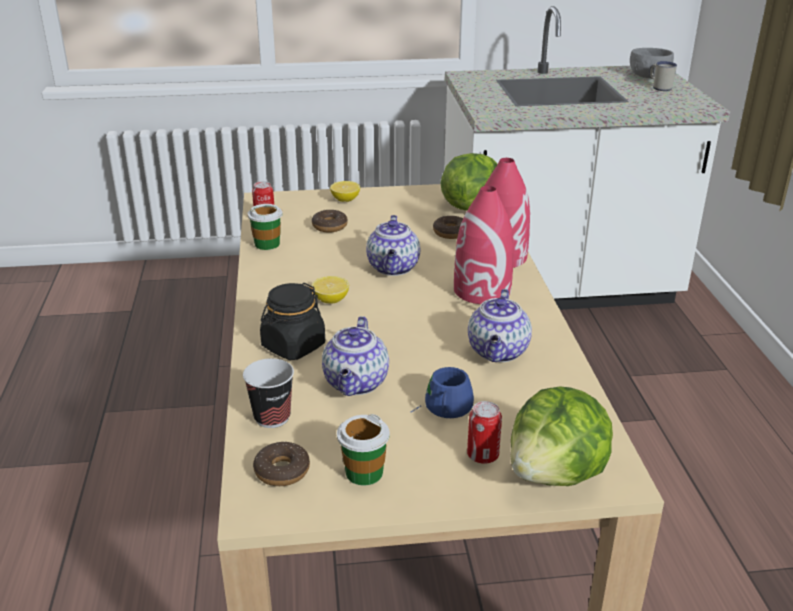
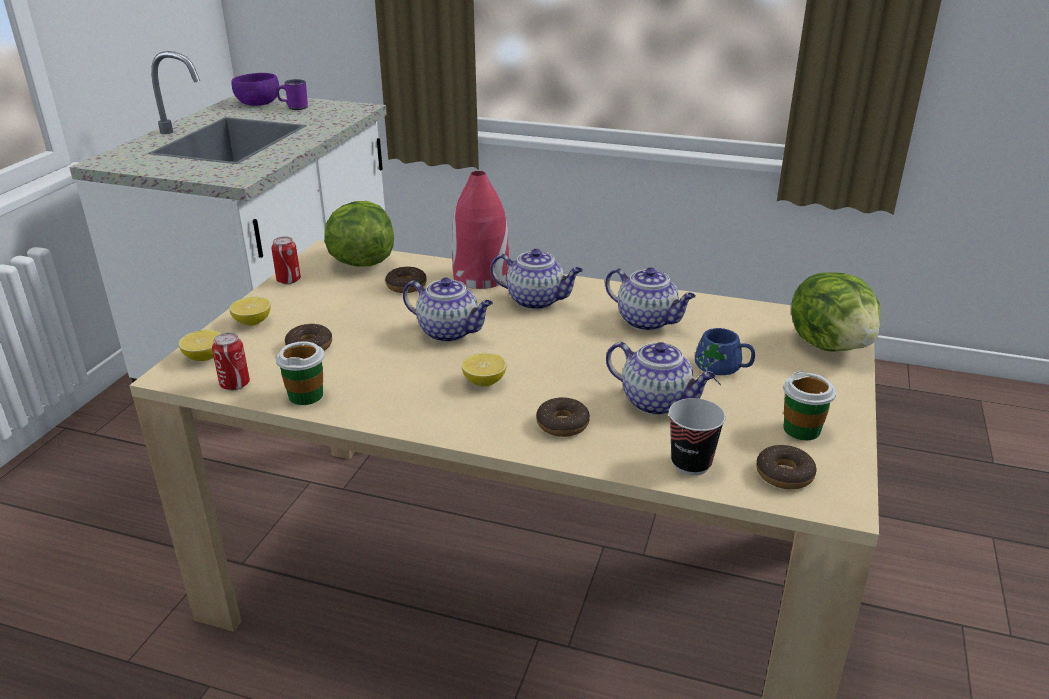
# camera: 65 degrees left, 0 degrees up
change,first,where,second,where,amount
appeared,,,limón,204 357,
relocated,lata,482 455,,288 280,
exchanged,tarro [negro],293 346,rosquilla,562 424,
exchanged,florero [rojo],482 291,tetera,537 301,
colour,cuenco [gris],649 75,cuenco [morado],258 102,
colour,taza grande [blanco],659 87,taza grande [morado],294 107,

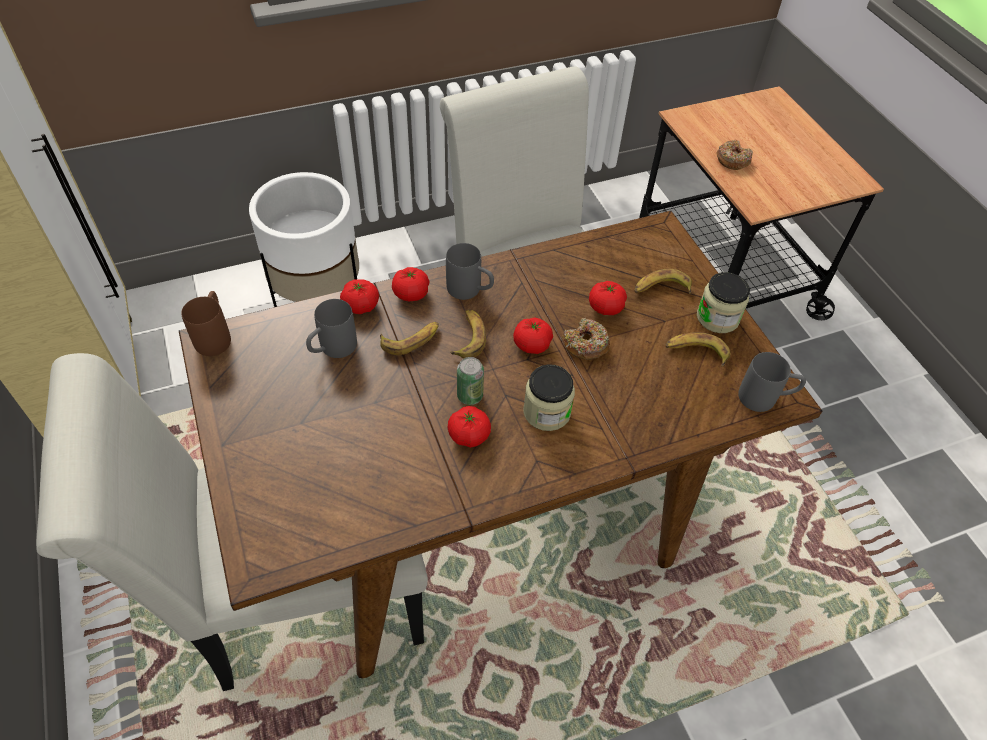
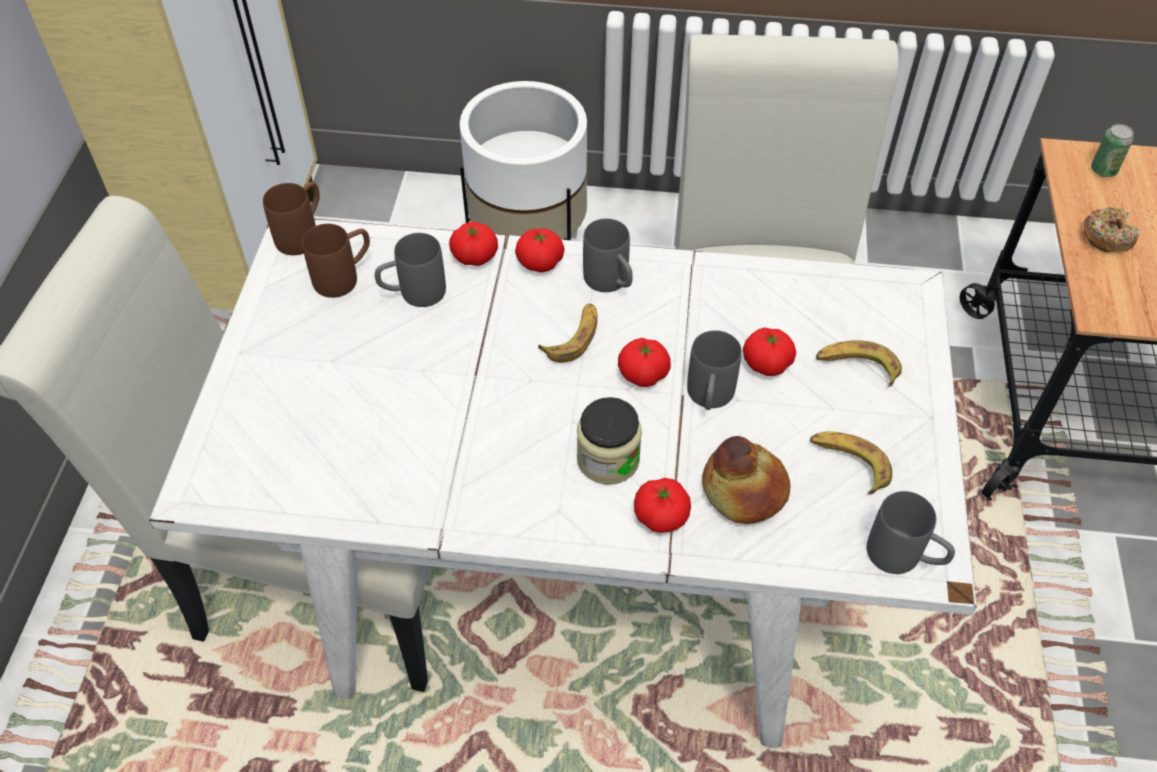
# camera: 30 degrees right, 0 degrees up
change,first,where,second,where,amount
missing,plátano,411 340,,,
missing,tarro,717 318,,,
appeared,,,taza grande [marrón],344 277,
appeared,,,pan,743 491,
relocated,tomate,469 435,,661 516,
relocated,lata,470 396,,1103 170,
exchanged,rosquilla,585 345,taza grande [gris],709 399,
colour,mesa de comedor [marrón],485 515,mesa de comedor [blanco],578 579,

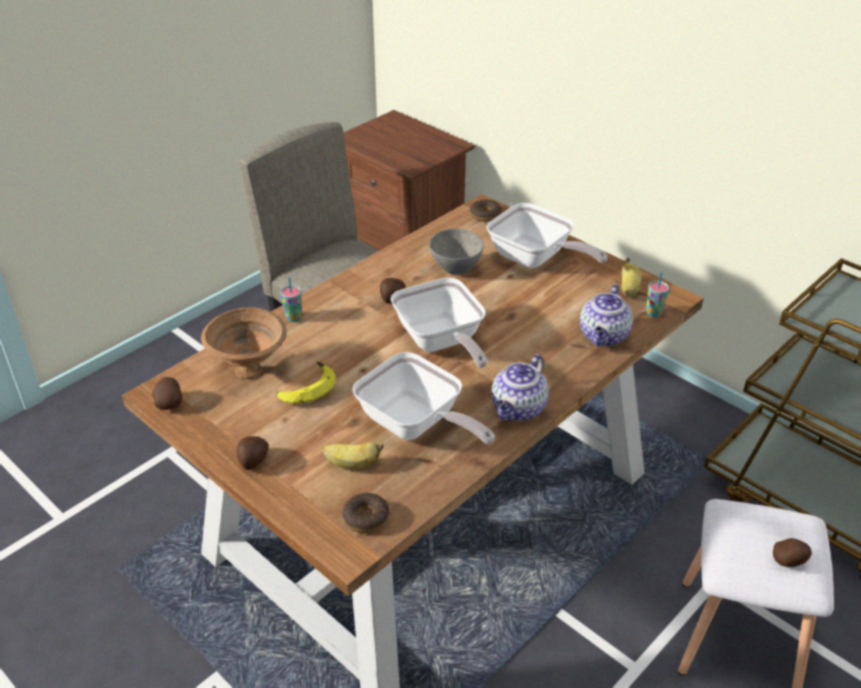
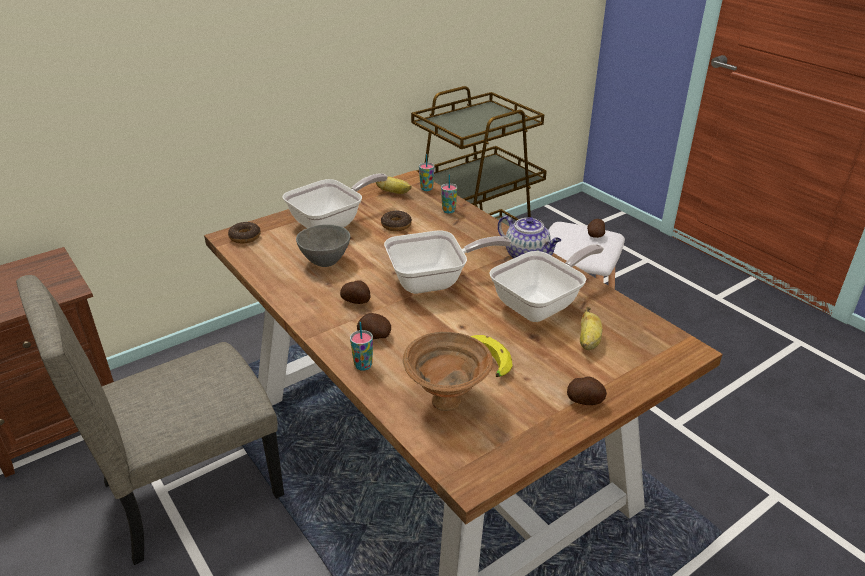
# camera: 80 degrees left, 5 degrees down
change,first,where,second,where,amount
relocated,patata,169 403,,374 336,
relocated,rosquilla,366 518,,396 225,
exchanged,tetera,604 337,taza,448 211,

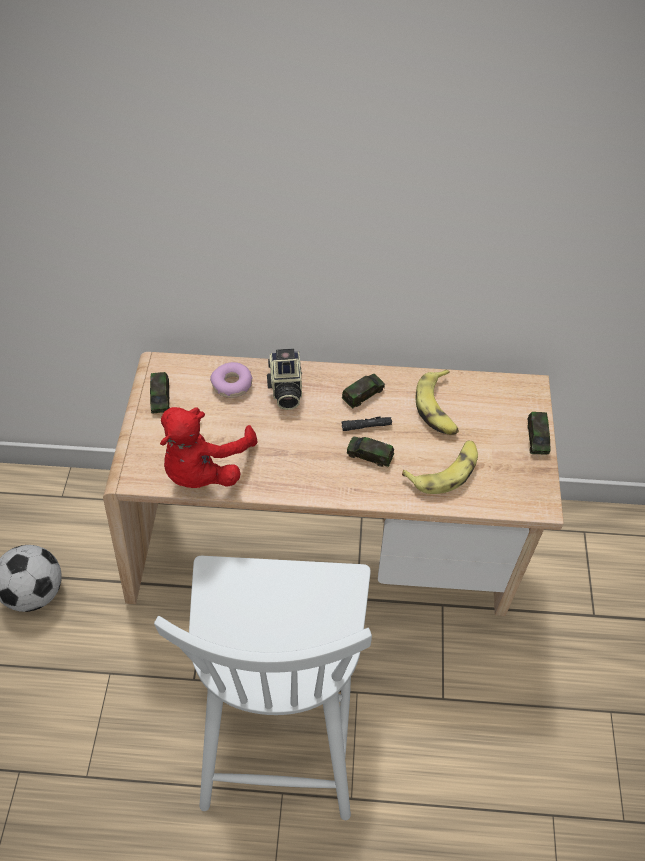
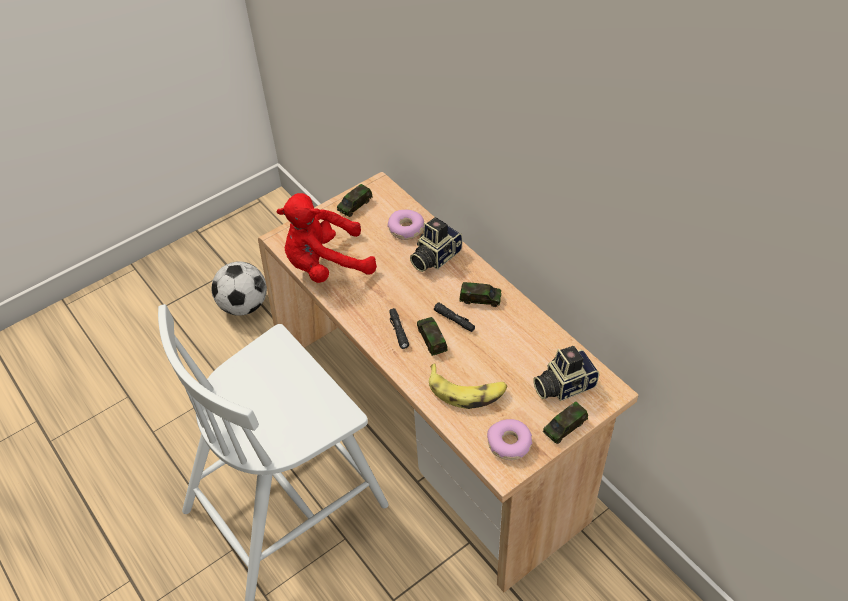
# camera: 50 degrees right, 5 degrees down
change,first,where,second,where,amount
missing,plátano,438 408,,,
appeared,,,linterna [negro],398 331,
appeared,,,rosquilla,509 444,
appeared,,,cámara,563 385,

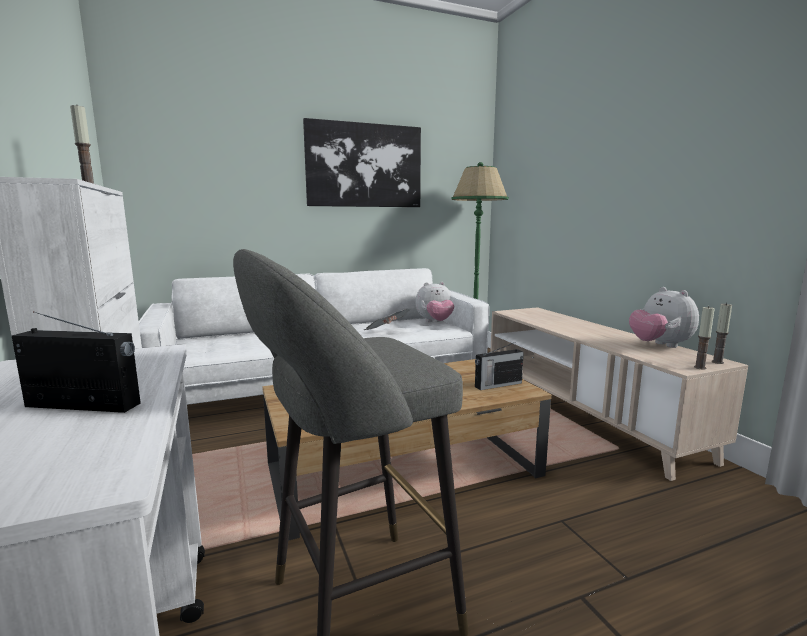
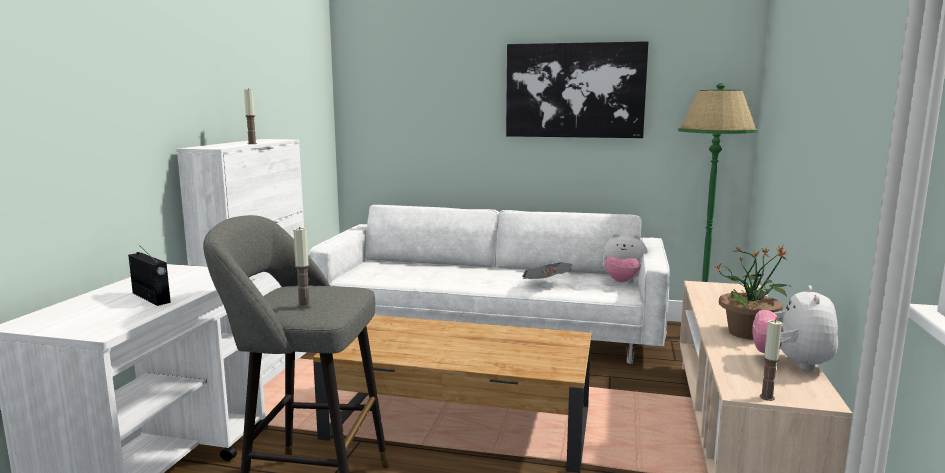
# camera: 35 degrees right, 0 degrees up
change,first,where,second,where,amount
missing,radio,497 385,,,
appeared,,,planta en maceta,748 333,
relocated,vela,717 362,,304 305,

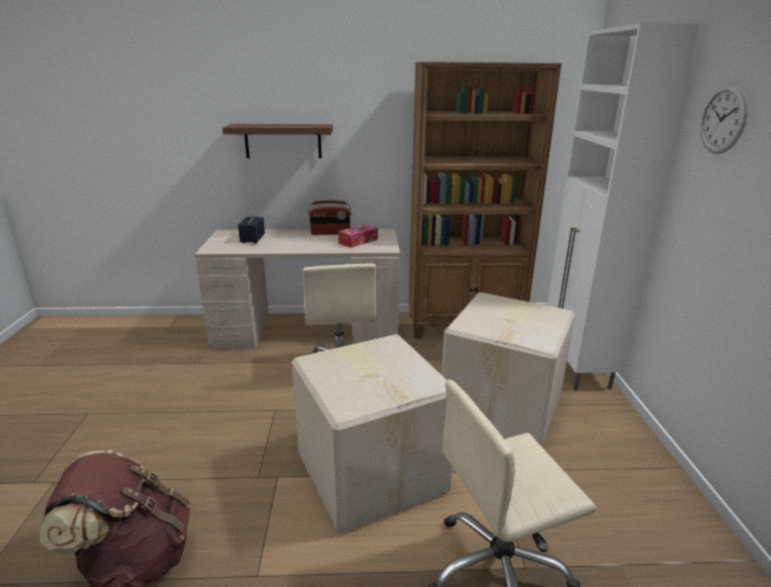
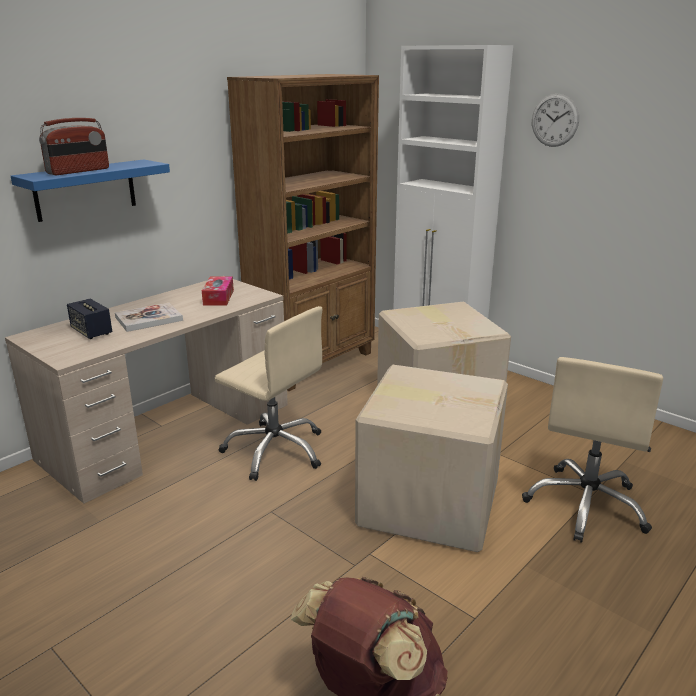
# camera: 45 degrees left, 0 degrees up
change,first,where,second,where,amount
appeared,,,libro,149 319,
relocated,radio,330 233,,78 171,
colour,estante [marrón],283 141,estante [azul],85 190,

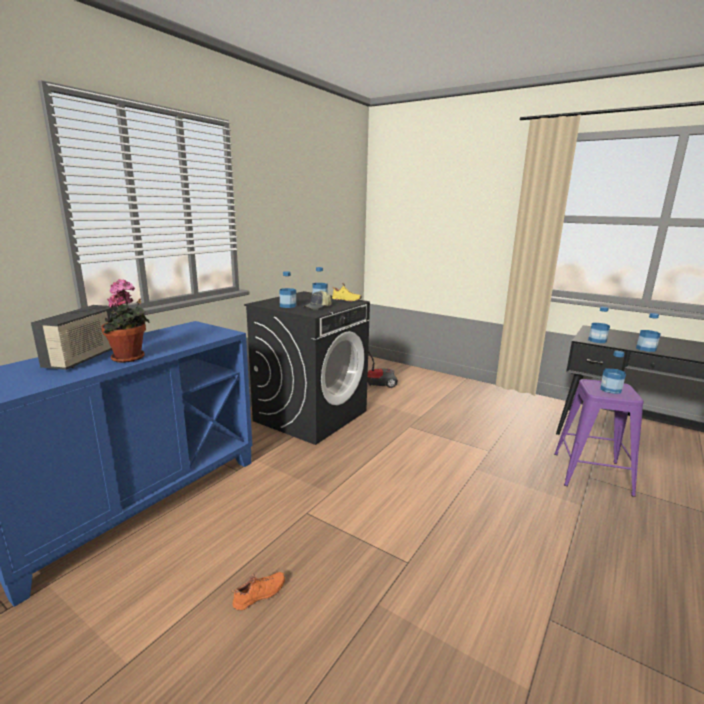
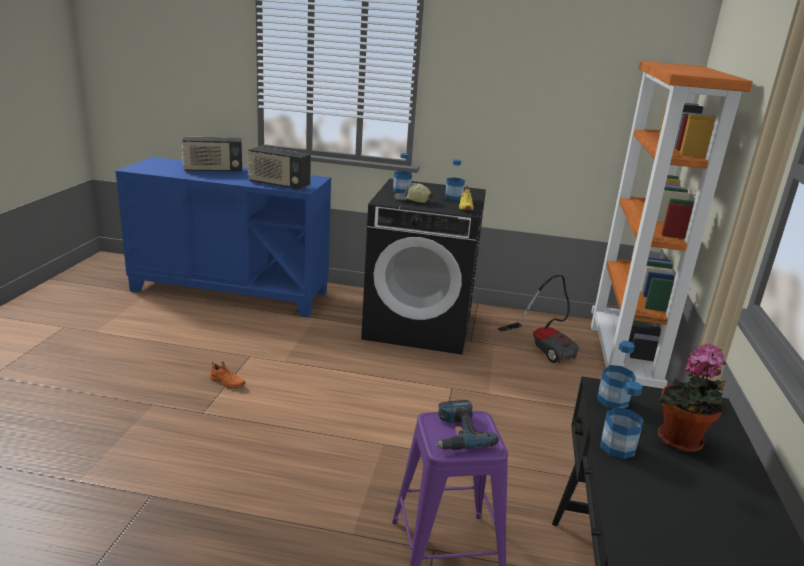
# camera: 65 degrees right, 5 degrees up
change,first,where,second,where,amount
appeared,,,radio,278 185,
appeared,,,estantería [naranja],622 361,
relocated,planta en maceta,130 358,,681 443,
relocated,zapato [naranja],260 595,,226 383,
exchanged,botella,610 390,taladro,457 433,

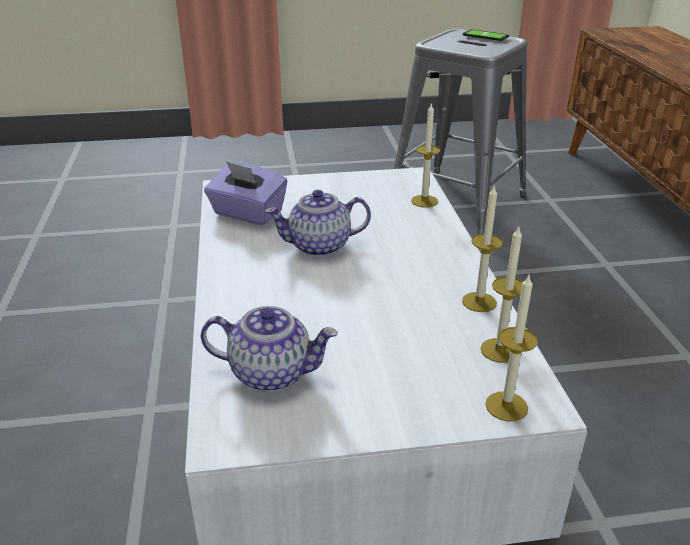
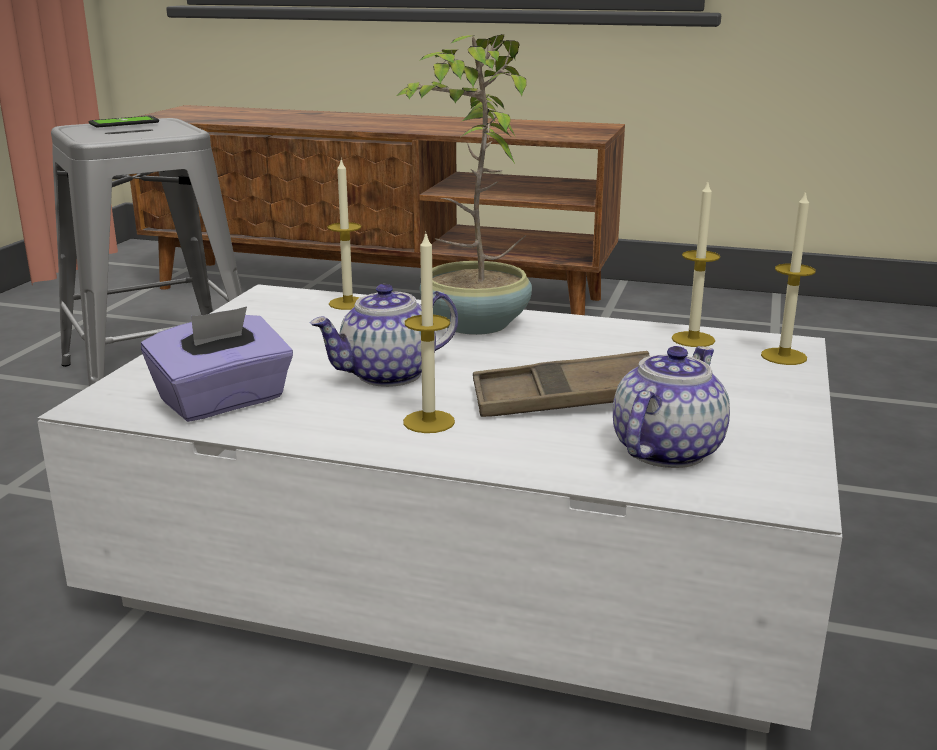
# camera: 65 degrees left, 10 degrees down
change,first,where,second,where,amount
appeared,,,planta en maceta,473 325,
appeared,,,bandeja [marrón],566 399,
relocated,vela,479 302,,429 422,
spun,tetera,319 246,,388 375,45 degrees clockwise

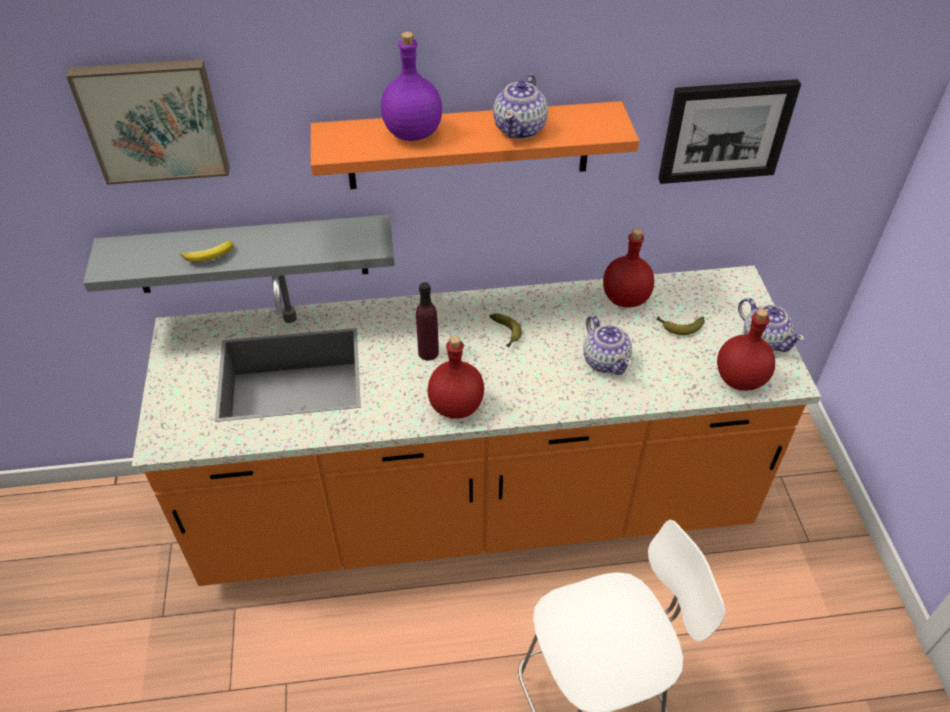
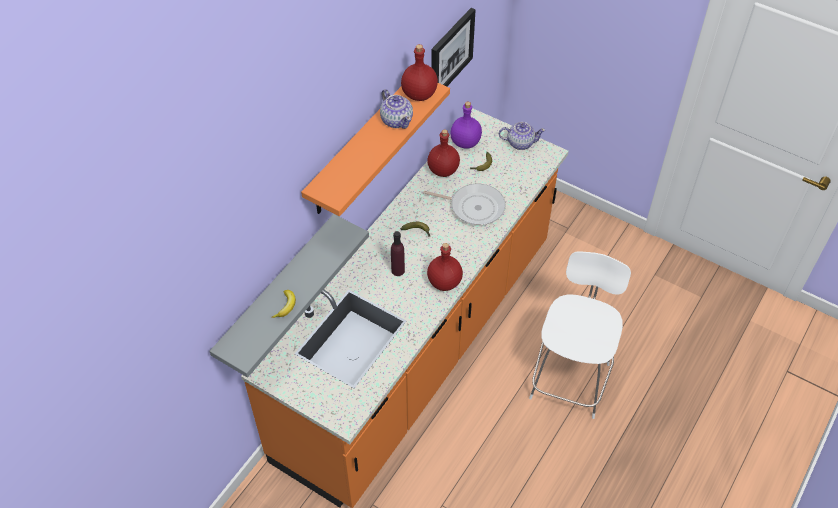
# camera: 50 degrees left, 5 degrees up
change,first,where,second,where,amount
missing,cuadro,154 120,,,
relocated,botella [morado],412 134,,466 143,
relocated,botella [rojo],739 379,,418 94,
exchanged,tetera,605 360,sartén,474 207,

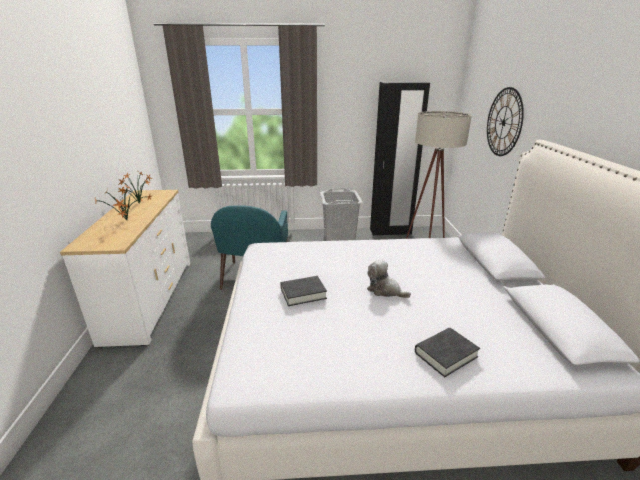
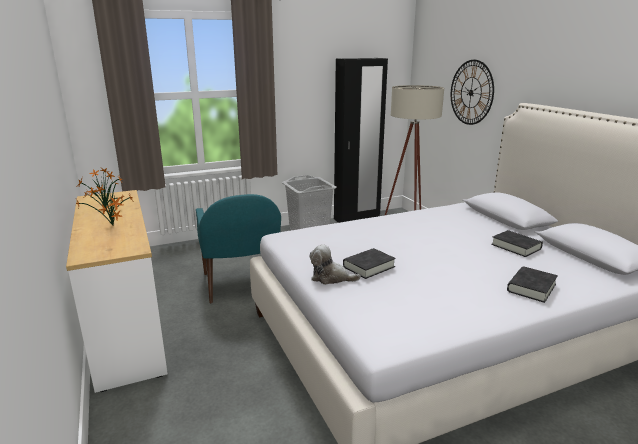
# camera: 20 degrees left, 5 degrees down
change,first,where,second,where,amount
appeared,,,libro [negro],516 247,
relocated,peluche,385 290,,331 278,

